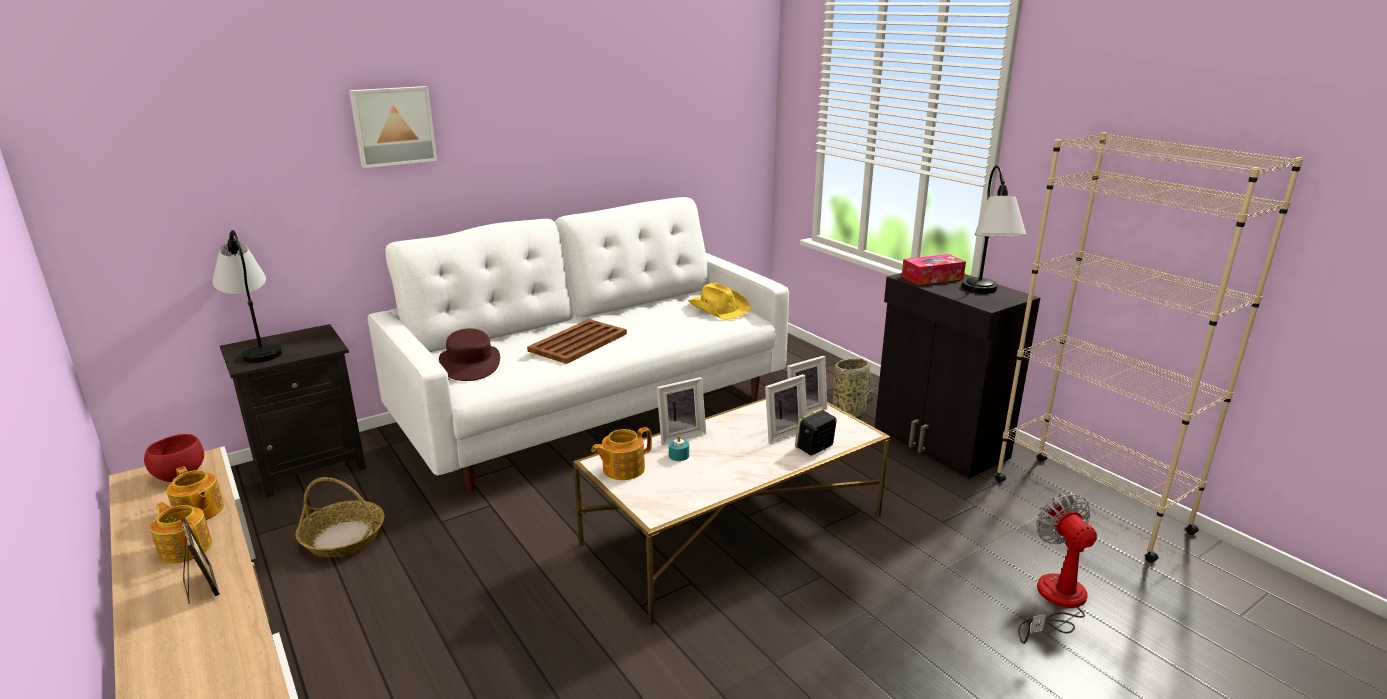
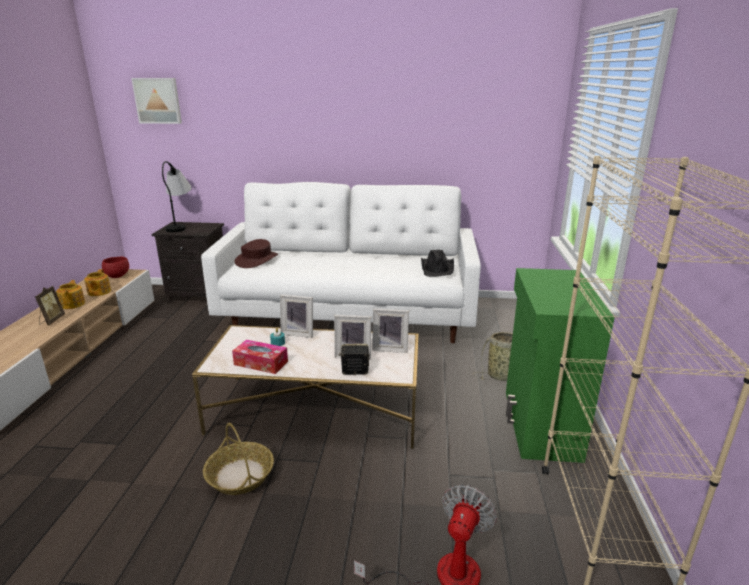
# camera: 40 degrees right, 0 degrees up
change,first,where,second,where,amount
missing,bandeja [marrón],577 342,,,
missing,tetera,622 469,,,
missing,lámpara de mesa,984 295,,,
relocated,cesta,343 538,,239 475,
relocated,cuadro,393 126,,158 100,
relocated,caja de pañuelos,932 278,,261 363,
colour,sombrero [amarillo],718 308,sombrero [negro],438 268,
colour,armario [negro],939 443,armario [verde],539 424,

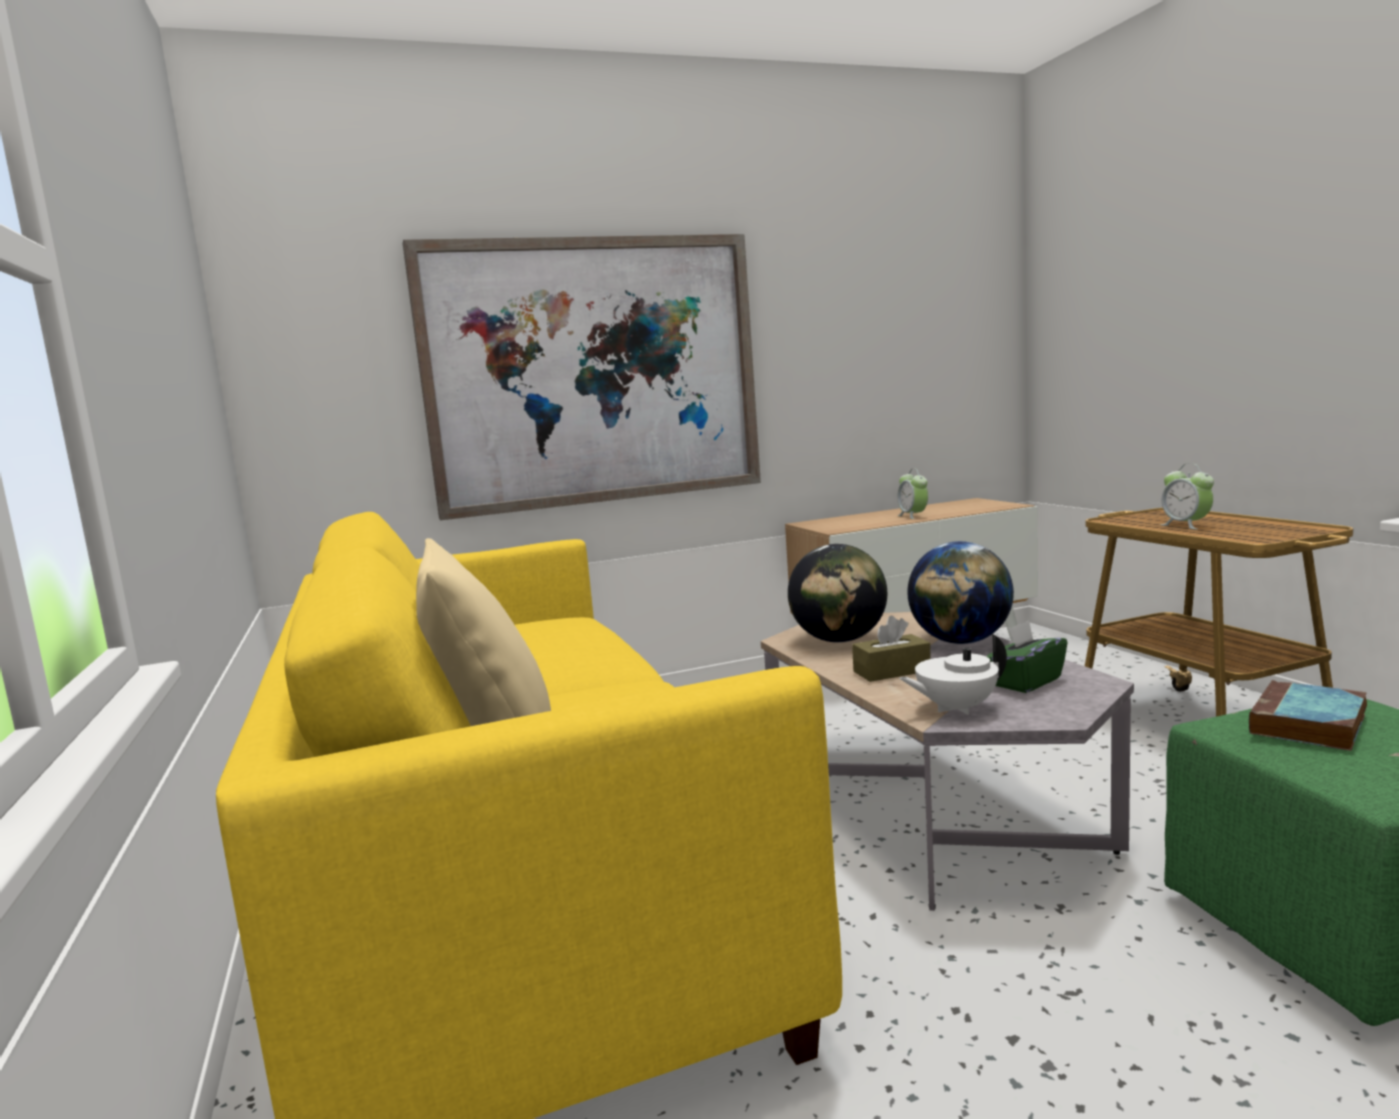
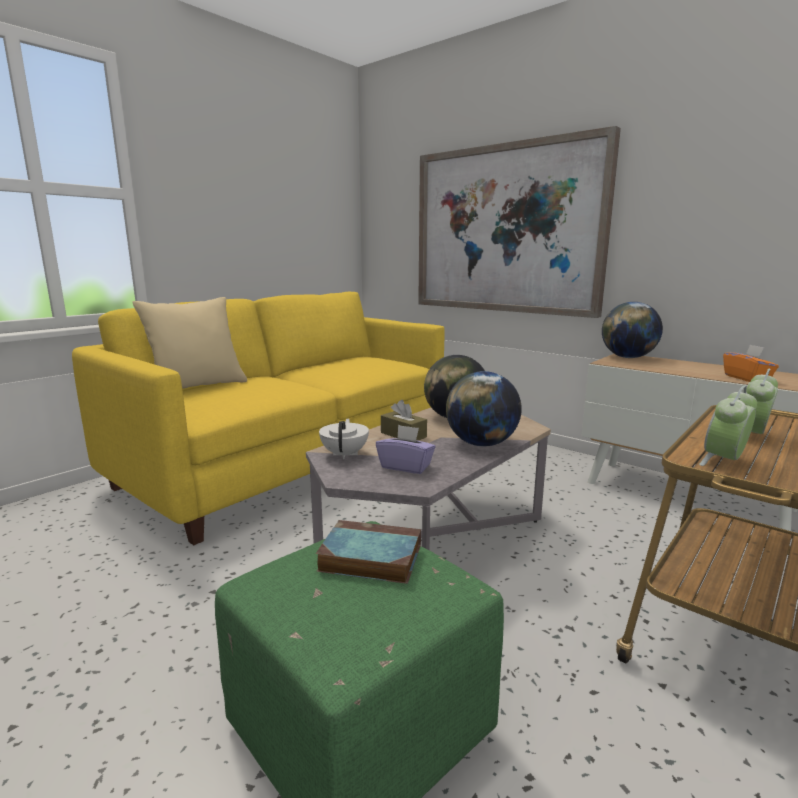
# camera: 60 degrees right, 5 degrees up
change,first,where,second,where,amount
appeared,,,globo terráqueo,628 357,
appeared,,,caja de pañuelos [naranja],747 378,
relocated,despertador,913 516,,724 462,
colour,caja de pañuelos [verde],1025 682,caja de pañuelos [morado],406 466,
spun,tetera [blanco],955 708,,345 454,45 degrees clockwise

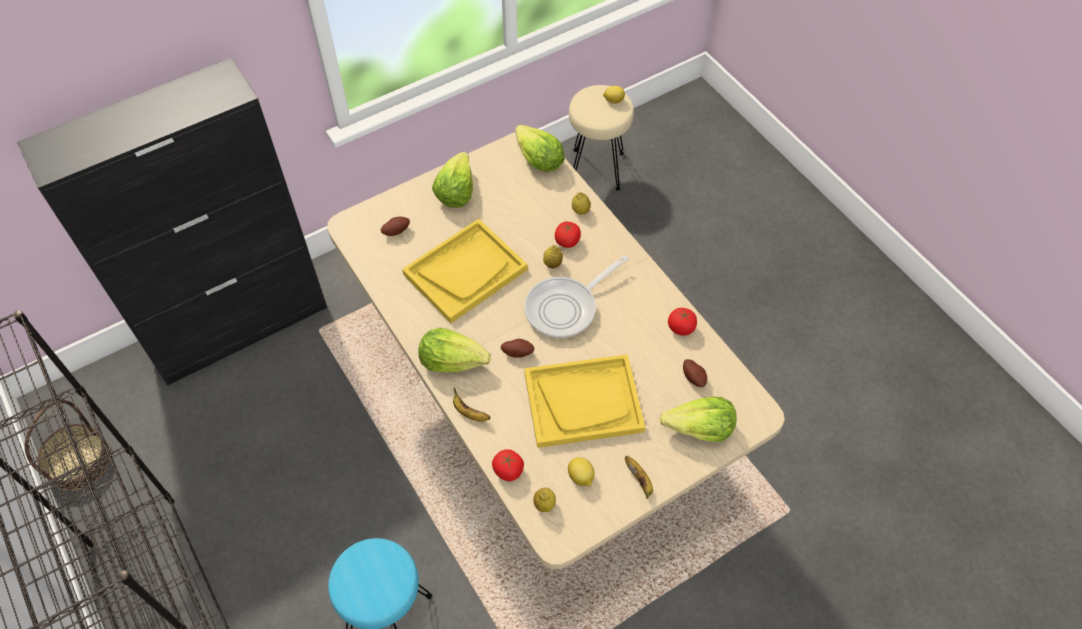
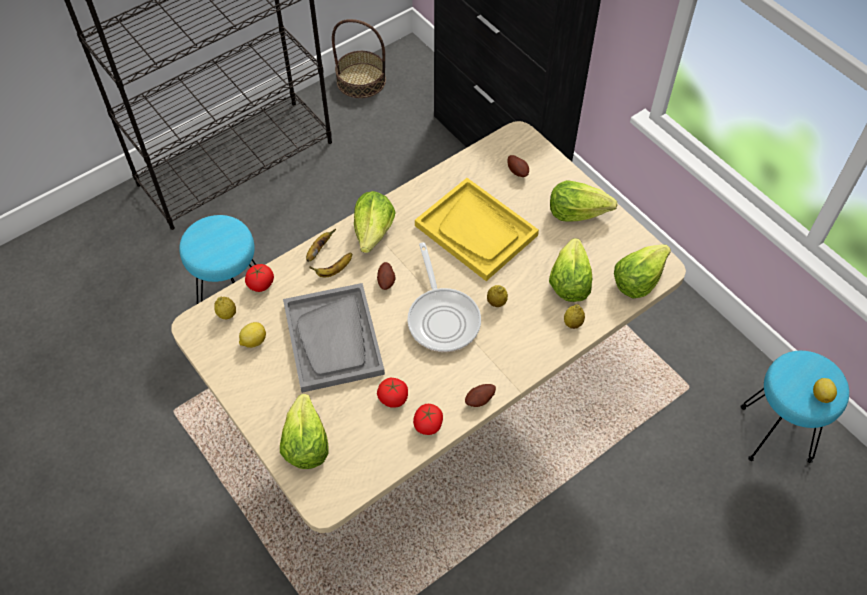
# camera: 85 degrees right, 0 degrees up
change,first,where,second,where,amount
appeared,,,lechuga,569 281,
relocated,tomate,567 241,,393 398,
relocated,plátano,640 480,,334 270,
relocated,patata,694 377,,480 400,
colour,bandeja [amarillo],583 402,bandeja [gris],333 339,
colour,taburete [beis],597 169,taburete [turquesa],775 434,
spun,sartén,566 308,,442 317,150 degrees counterclockwise

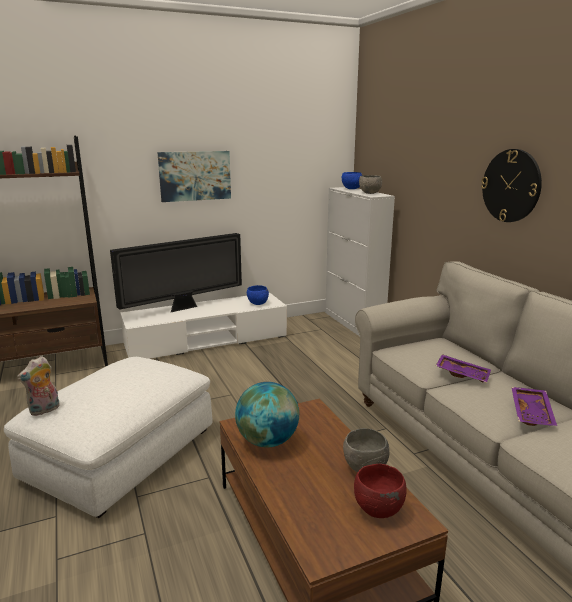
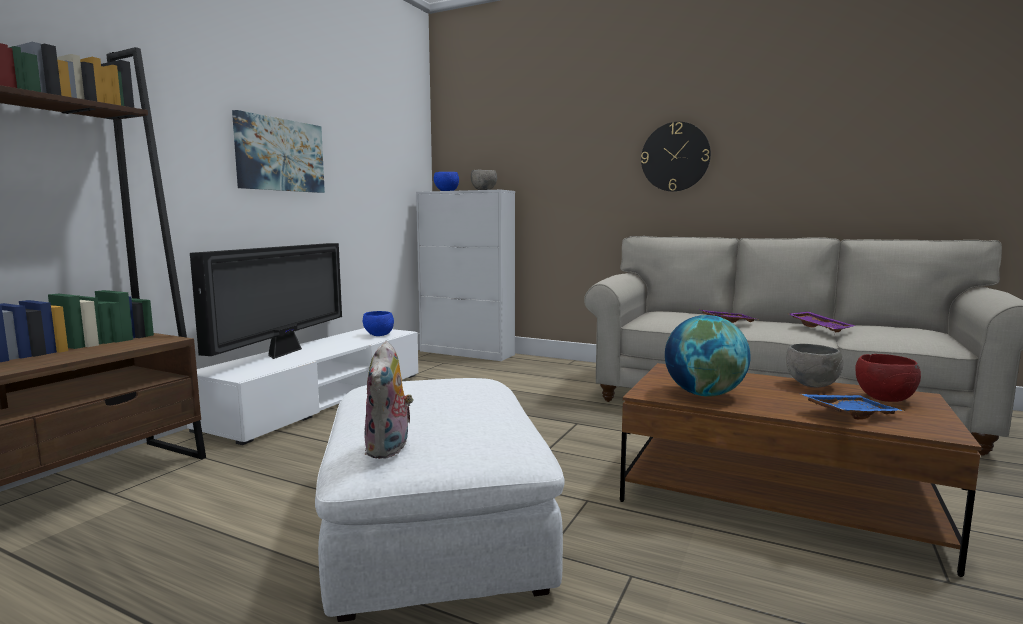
# camera: 40 degrees left, 10 degrees down
change,first,where,second,where,amount
appeared,,,bandeja [azul],848 414,

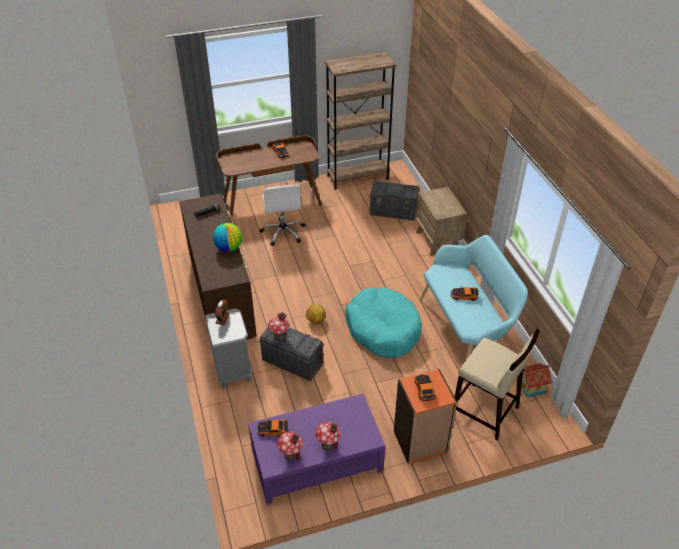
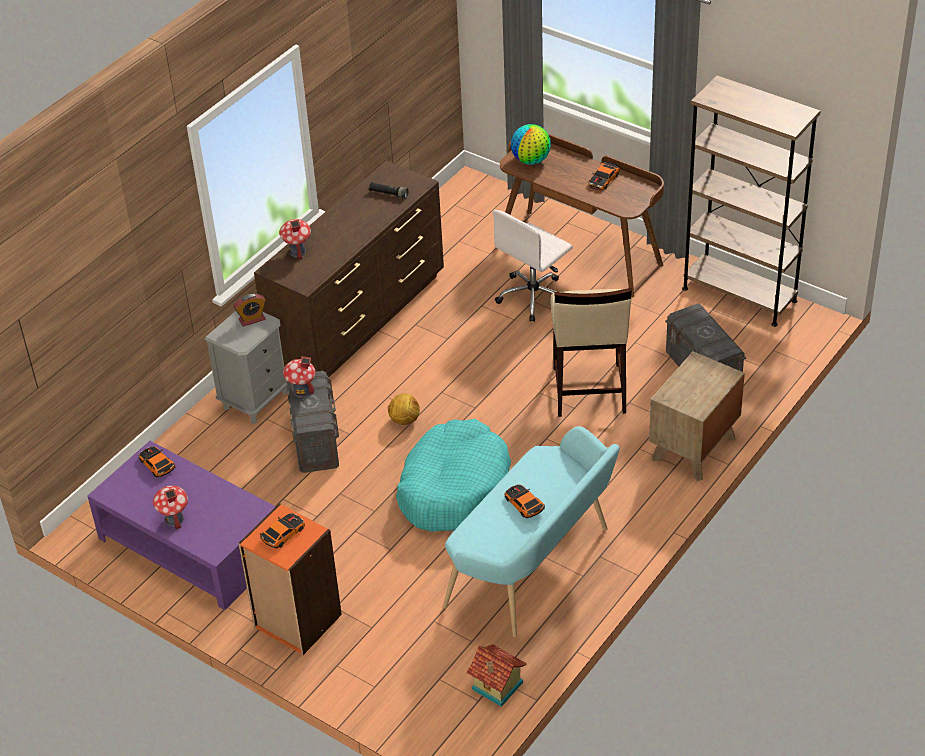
# camera: 55 degrees right, 0 degrees up
change,first,where,second,where,amount
relocated,globo terráqueo,229 248,,531 160,
relocated,casita,291 455,,297 252,
relocated,taburete [beis],485 412,,588 391,

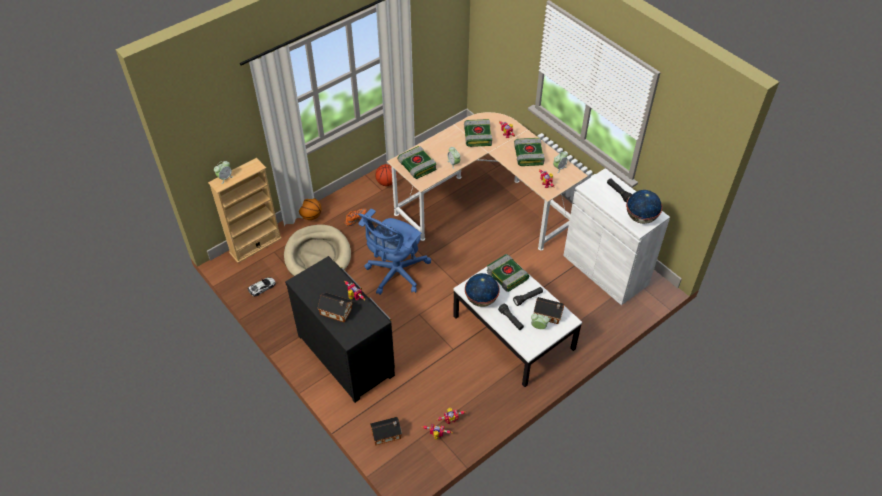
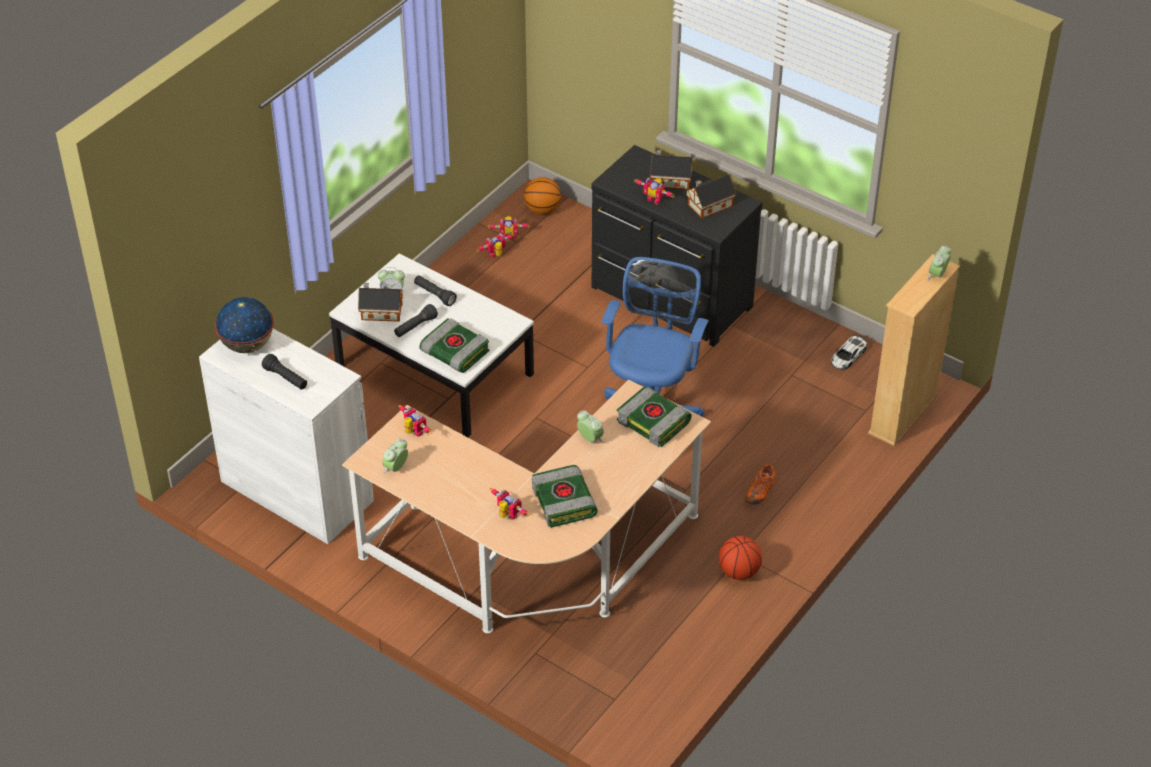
# camera: 165 degrees right, 5 degrees down
change,first,where,second,where,amount
missing,cama para perro [beis],317 255,,,
missing,globo terráqueo,481 299,,,
missing,libro,528 155,,,
relocated,balón de baloncesto,311 216,,542 209,
relocated,casita,387 434,,708 205,

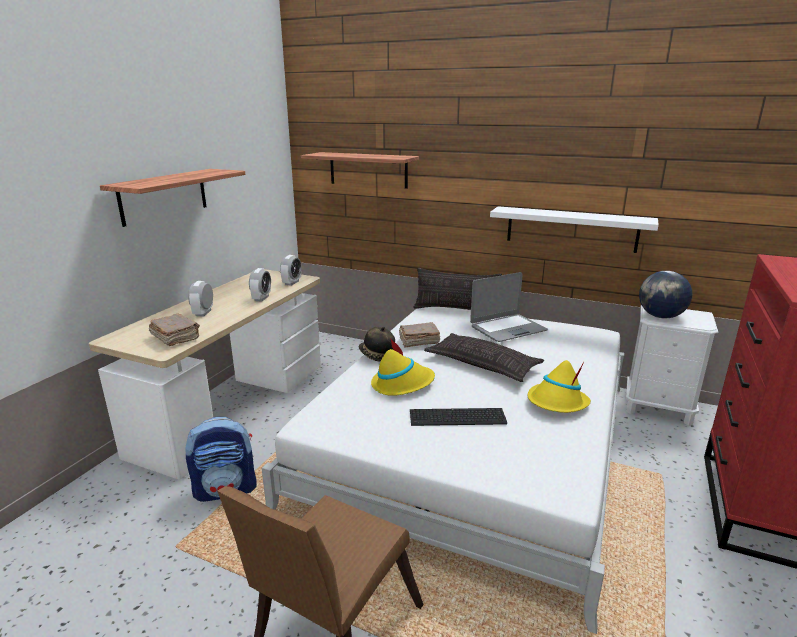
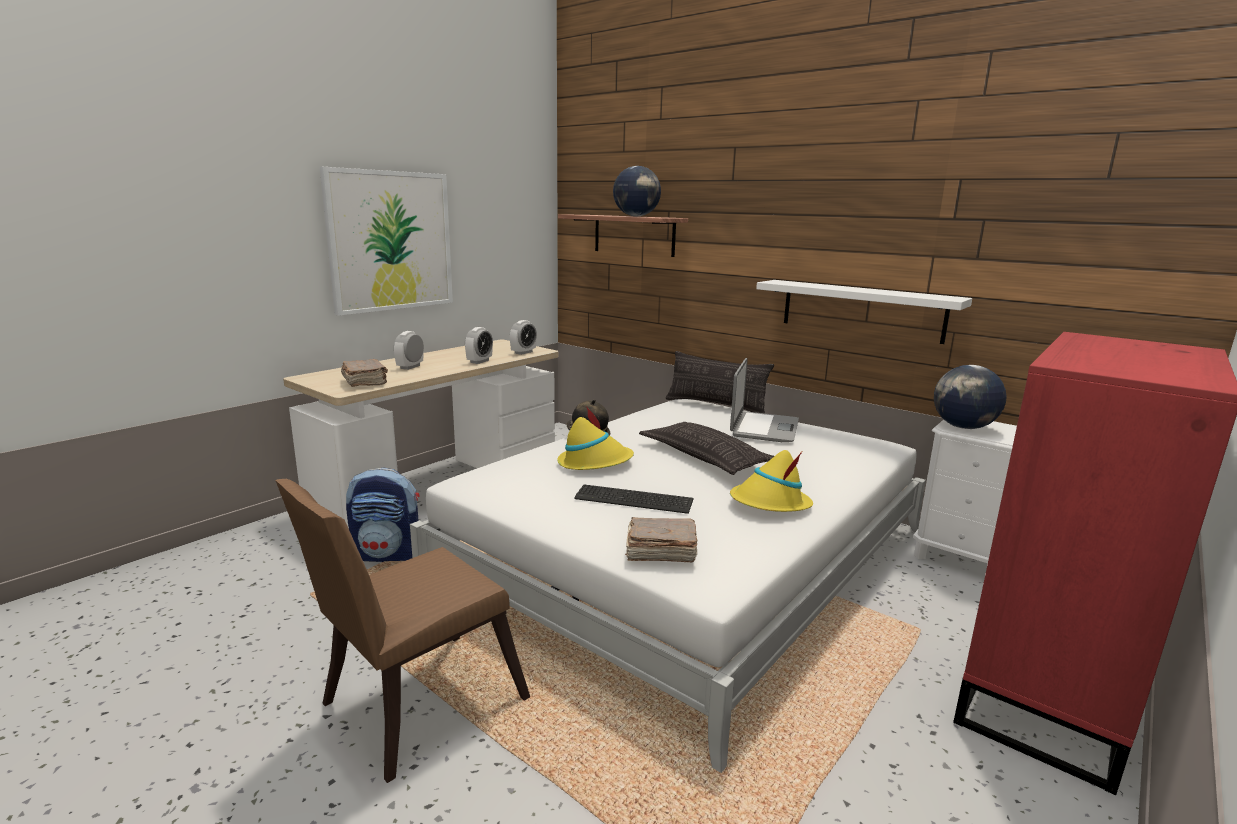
# camera: 15 degrees right, 5 degrees down
change,first,where,second,where,amount
appeared,,,globo terráqueo,636 216,
relocated,libro [marrón],418 341,,659 552,
exchanged,estante,164 196,cuadro,391 241,
spun,portátil,507 328,,764 428,60 degrees counterclockwise

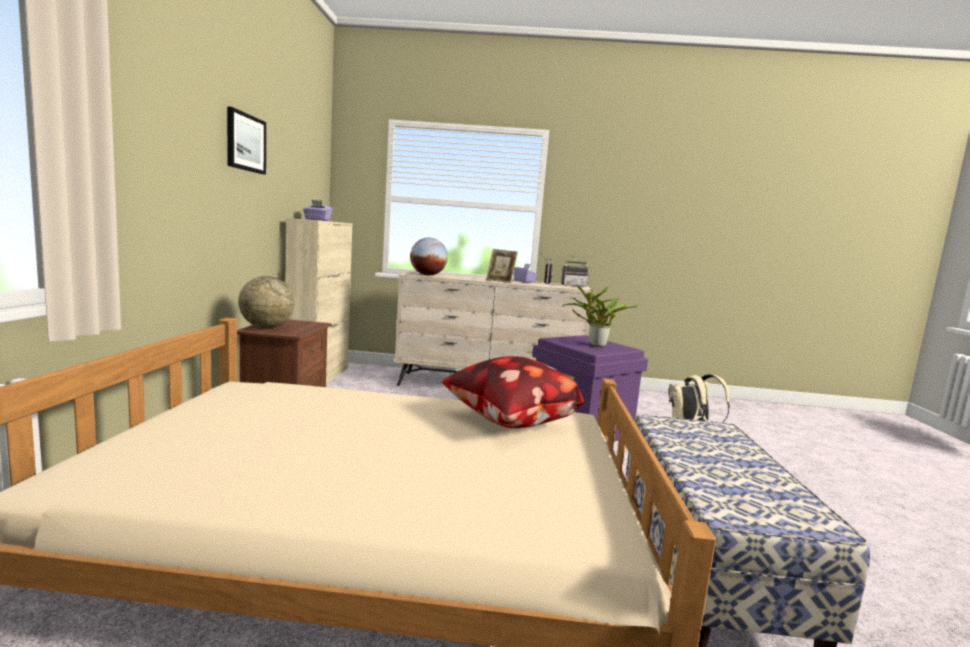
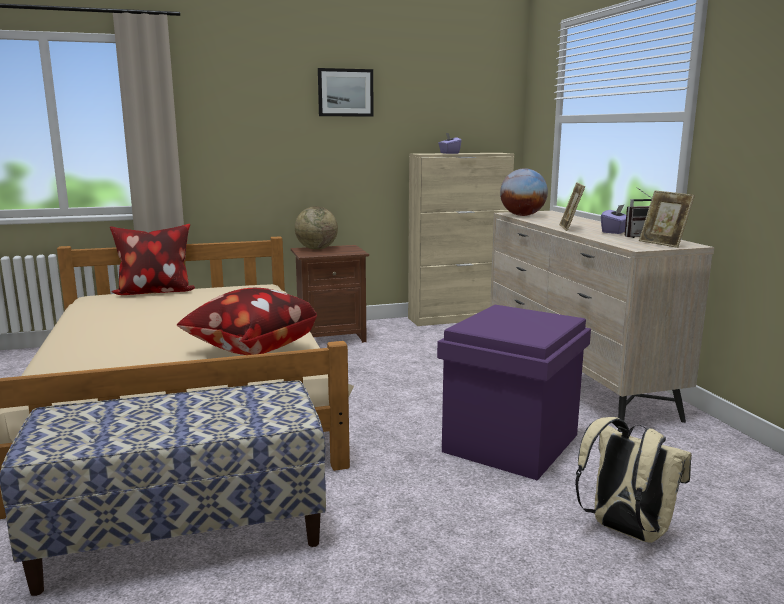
# camera: 70 degrees right, 5 degrees up
change,first,where,second,where,amount
missing,planta en maceta,594 345,,,
appeared,,,cojín,154 292,
exchanged,radio,573 285,portarretratos,663 244,

